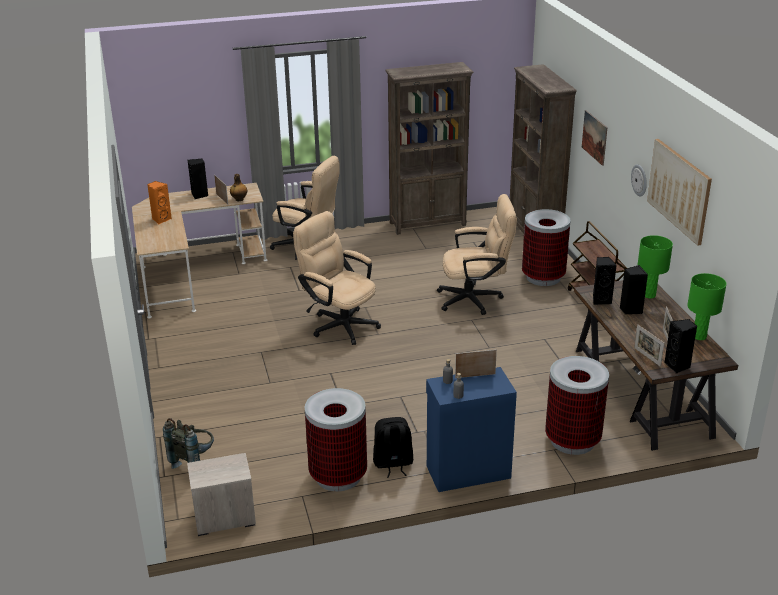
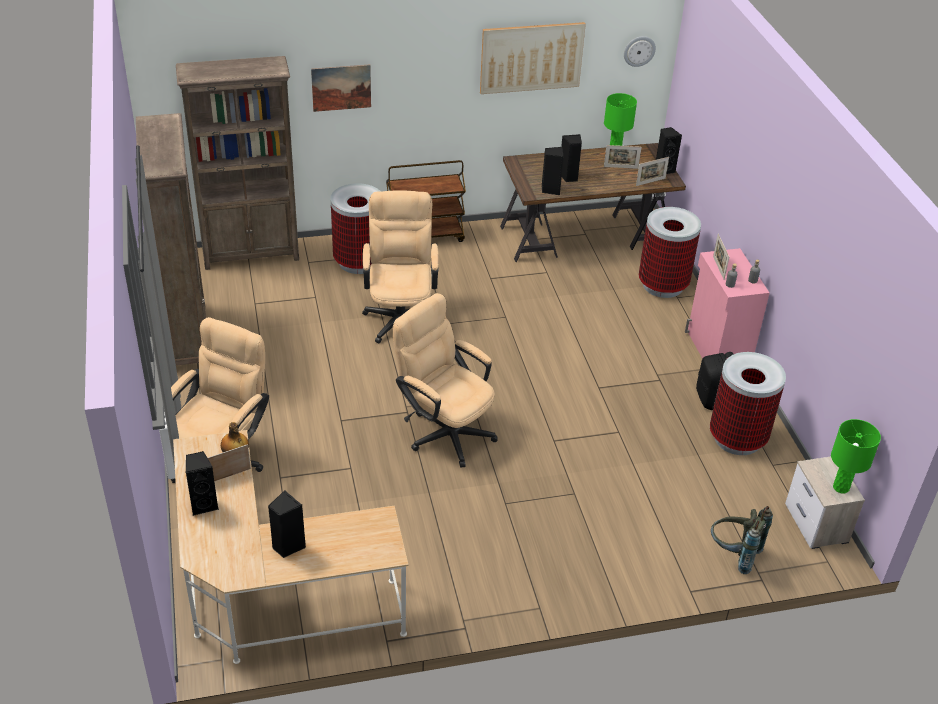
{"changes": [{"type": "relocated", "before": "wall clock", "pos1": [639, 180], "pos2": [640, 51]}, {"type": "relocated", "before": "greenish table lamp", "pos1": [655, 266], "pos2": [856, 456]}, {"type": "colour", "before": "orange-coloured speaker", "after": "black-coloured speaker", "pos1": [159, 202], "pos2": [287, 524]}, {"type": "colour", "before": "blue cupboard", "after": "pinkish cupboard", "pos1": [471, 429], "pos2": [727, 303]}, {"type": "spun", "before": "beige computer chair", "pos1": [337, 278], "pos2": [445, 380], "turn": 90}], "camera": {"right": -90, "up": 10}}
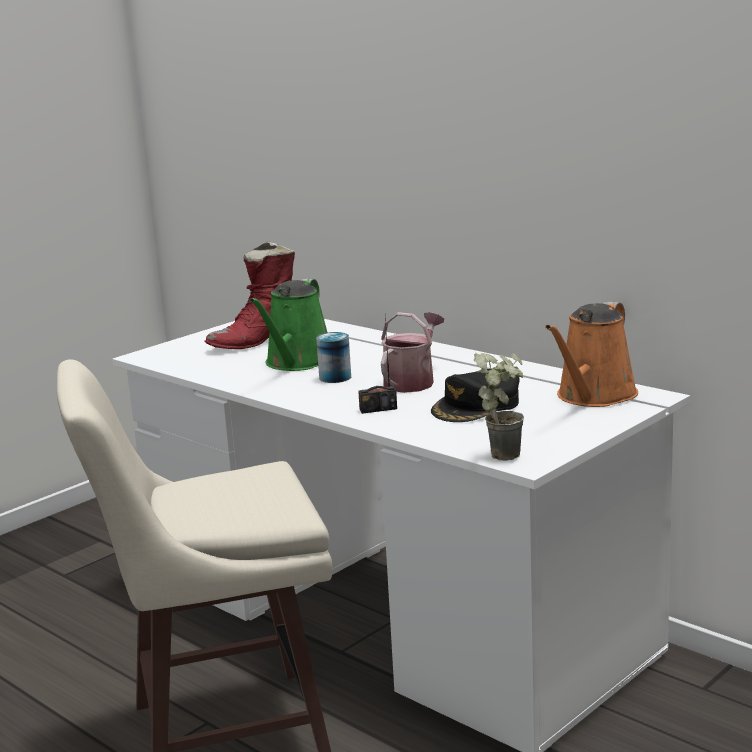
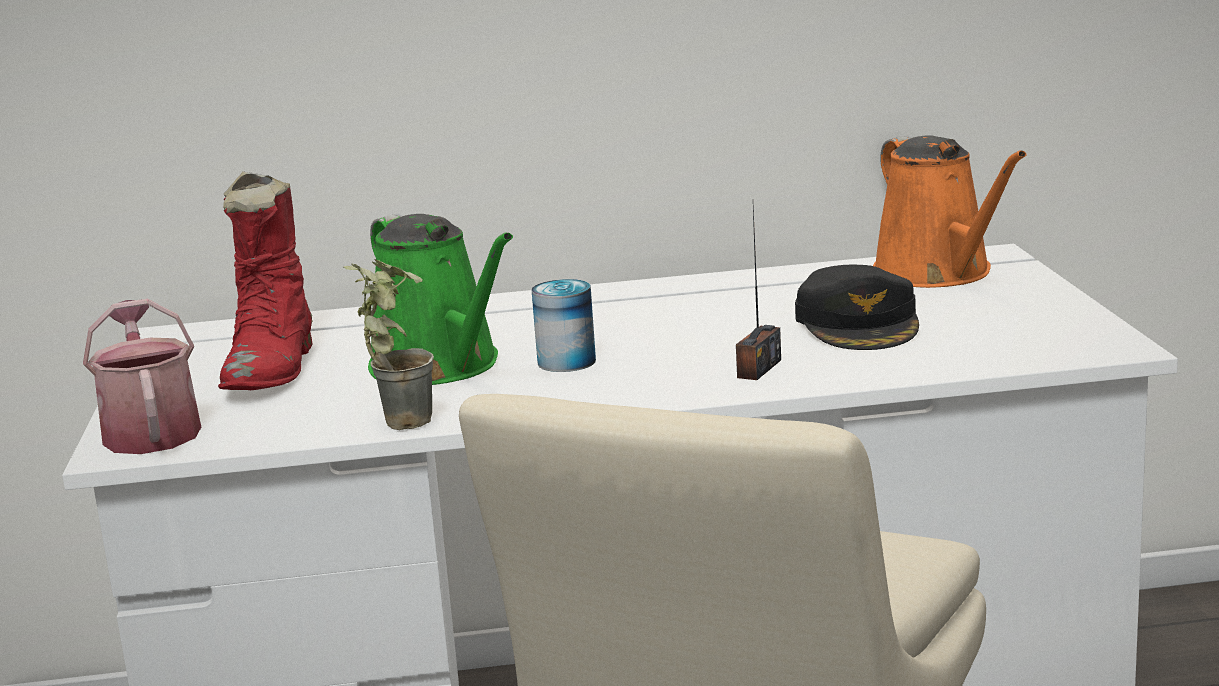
{"changes": [{"type": "relocated", "before": "watering can", "pos1": [412, 352], "pos2": [142, 376]}, {"type": "relocated", "before": "potted plant", "pos1": [499, 406], "pos2": [388, 344]}], "camera": {"right": -50, "up": 0}}
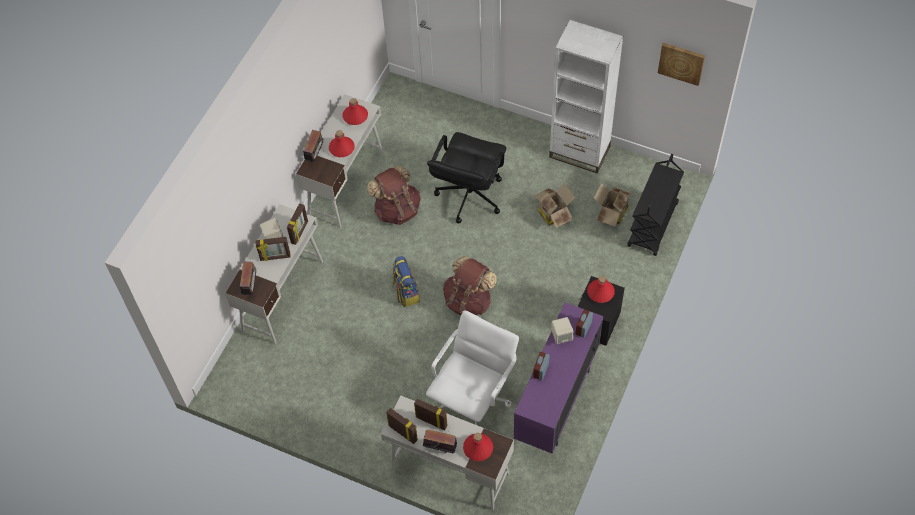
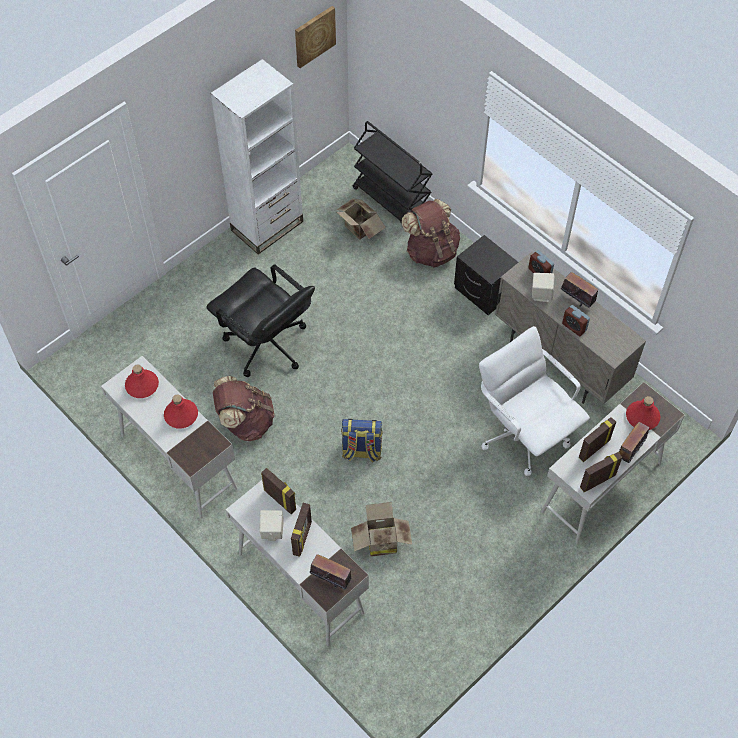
{"changes": [{"type": "missing", "before": "red-coloured bottle", "pos1": [601, 289]}, {"type": "relocated", "before": "radio receiver", "pos1": [313, 146], "pos2": [579, 290]}, {"type": "relocated", "before": "brown-coloured rucksack", "pos1": [470, 286], "pos2": [430, 233]}, {"type": "relocated", "before": "cardboard box", "pos1": [554, 206], "pos2": [381, 529]}, {"type": "colour", "before": "purple-coloured cupboard", "after": "beige cupboard", "pos1": [558, 377], "pos2": [570, 327]}], "camera": {"right": -70, "up": 0}}
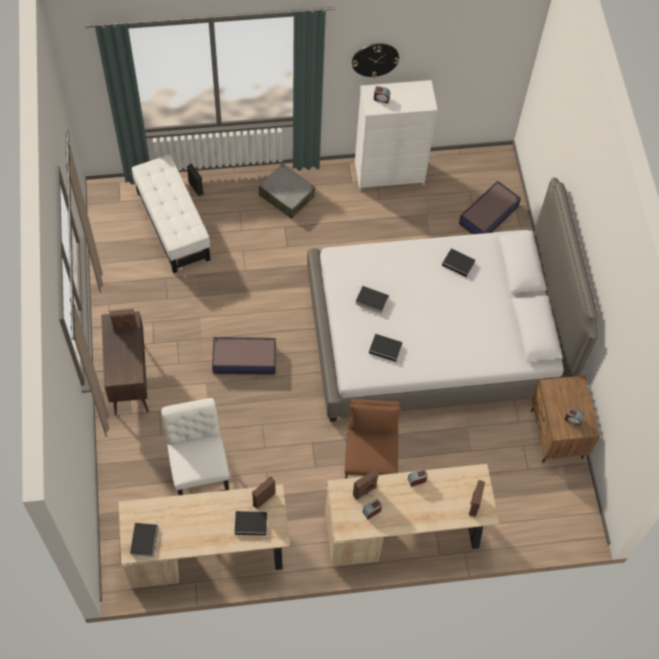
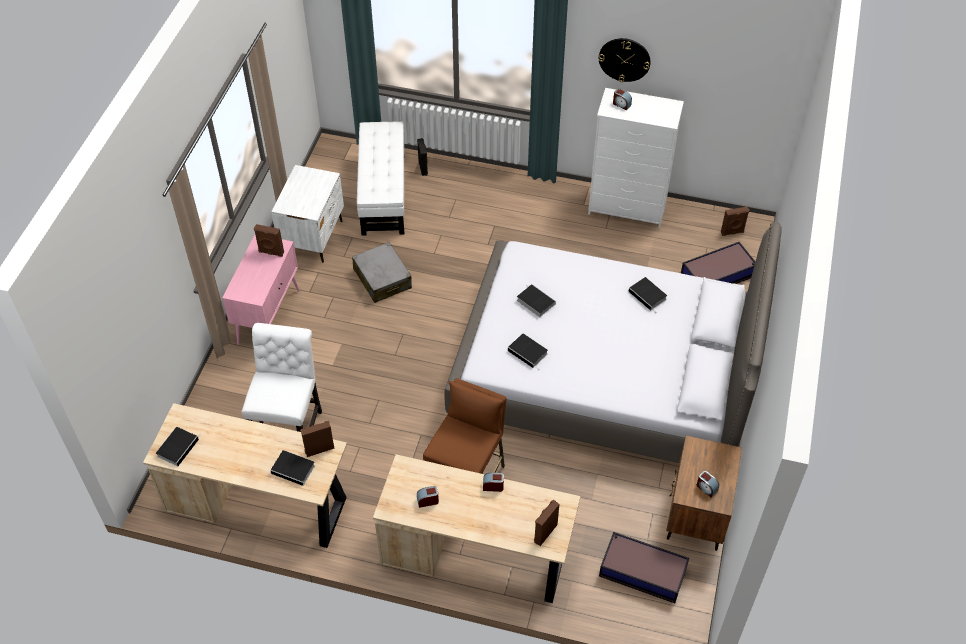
{"changes": [{"type": "appeared", "after": "white bedside table", "pos2": [307, 214]}, {"type": "relocated", "before": "storage box", "pos1": [244, 356], "pos2": [644, 567]}, {"type": "relocated", "before": "grey piece of luggage", "pos1": [287, 191], "pos2": [382, 272]}, {"type": "relocated", "before": "brown-coloured speaker", "pos1": [366, 485], "pos2": [735, 221]}, {"type": "colour", "before": "brown-coloured cupboard", "after": "pinkish cupboard", "pos1": [125, 363], "pos2": [261, 290]}], "camera": {"right": 25, "up": -10}}
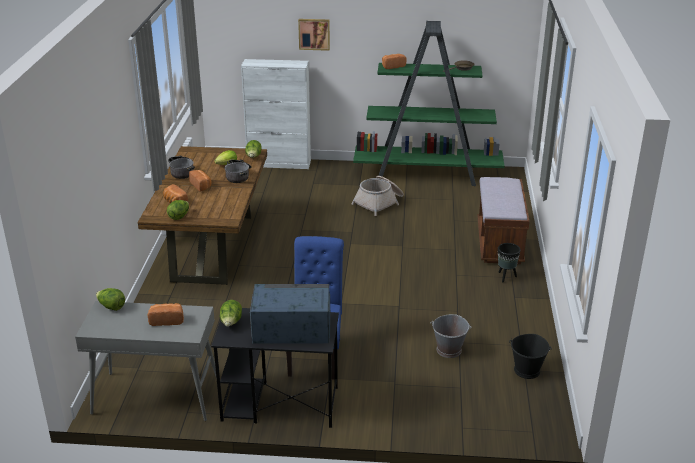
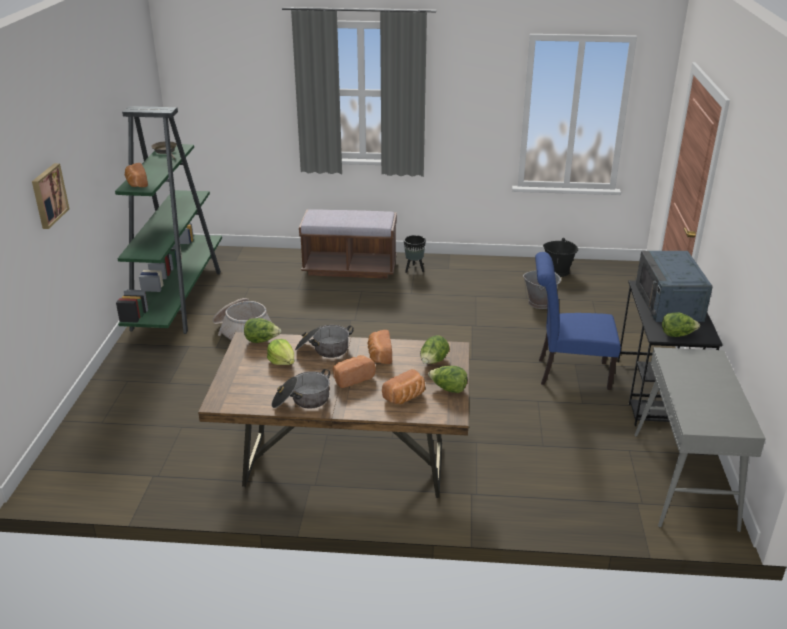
{"changes": [{"type": "missing", "before": "white cupboard", "pos1": [276, 114]}, {"type": "relocated", "before": "head of lettuce", "pos1": [110, 299], "pos2": [434, 349]}, {"type": "relocated", "before": "bakery bread", "pos1": [166, 314], "pos2": [379, 347]}], "camera": {"right": -90, "up": 0}}
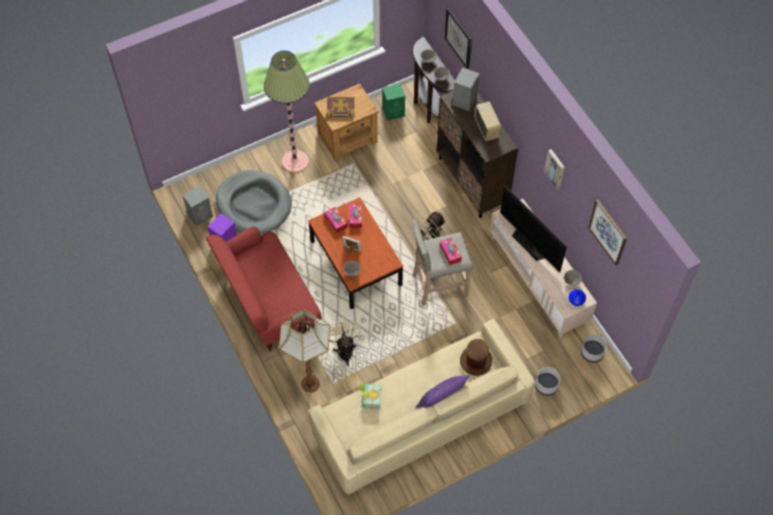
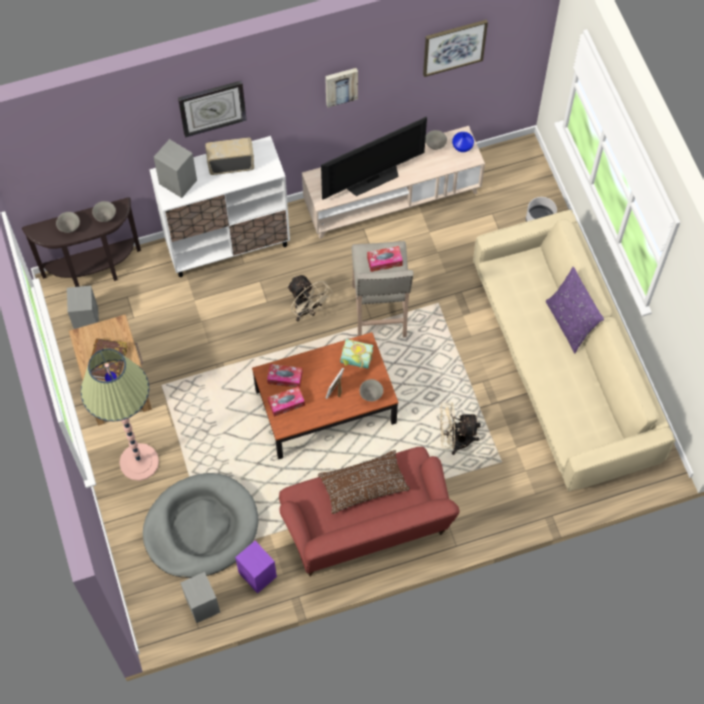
{"changes": [{"type": "missing", "before": "standing lamp", "pos1": [304, 351]}, {"type": "missing", "before": "brown-coloured hat", "pos1": [476, 357]}, {"type": "missing", "before": "grey planter", "pos1": [594, 349]}, {"type": "appeared", "after": "brown-coloured cushion", "pos2": [364, 482]}, {"type": "relocated", "before": "bound book", "pos1": [369, 396], "pos2": [356, 354]}, {"type": "relocated", "before": "wall clock", "pos1": [458, 38], "pos2": [212, 109]}, {"type": "colour", "before": "greenish speaker", "after": "grey speaker", "pos1": [393, 102], "pos2": [83, 307]}, {"type": "colour", "before": "brown-coloured cupboard", "after": "white cupboard", "pos1": [477, 154], "pos2": [219, 206]}], "camera": {"right": -80, "up": 5}}
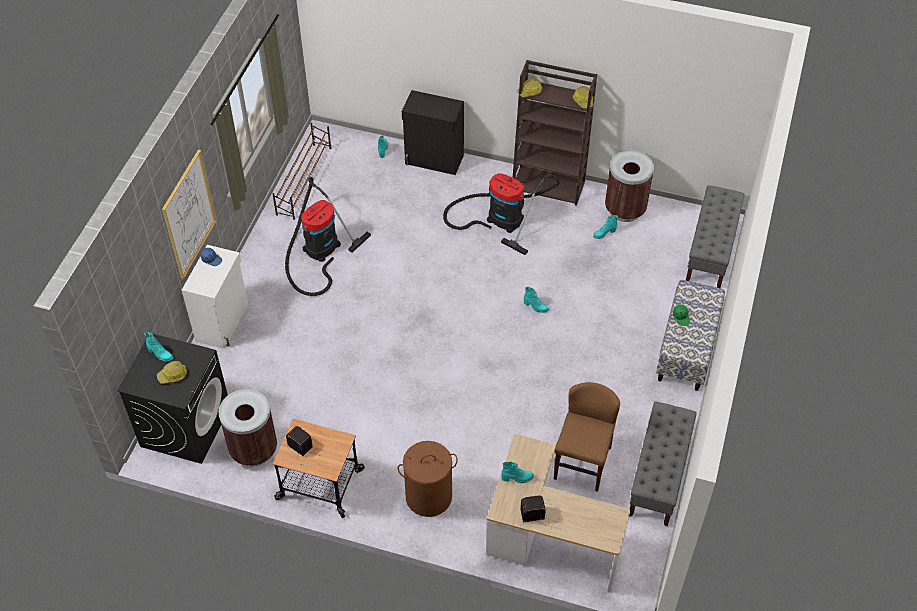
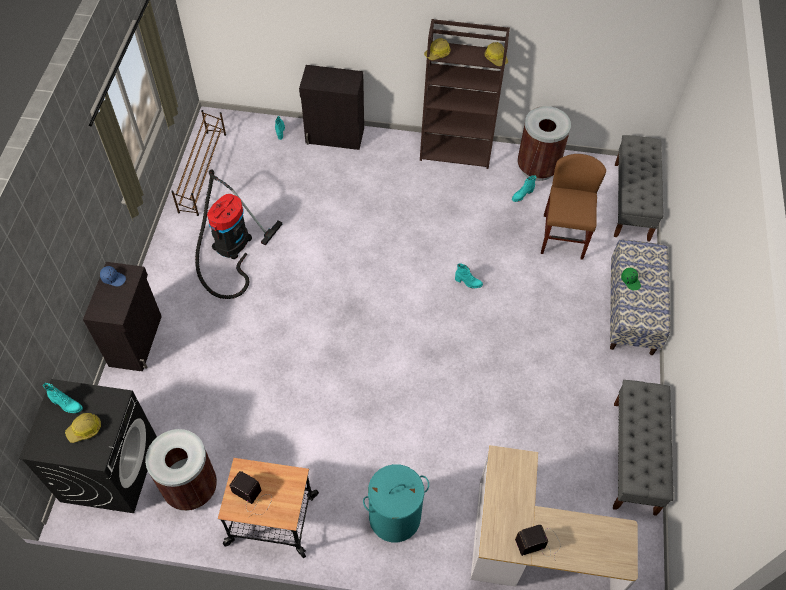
{"changes": [{"type": "missing", "before": "wall art", "pos1": [189, 214]}, {"type": "missing", "before": "vacuum", "pos1": [501, 214]}, {"type": "missing", "before": "turquoise-coloured high-top boot", "pos1": [517, 472]}, {"type": "relocated", "before": "brown-coloured upright chair", "pos1": [587, 437], "pos2": [573, 207]}, {"type": "colour", "before": "white cupboard", "after": "black-coloured cupboard", "pos1": [215, 297], "pos2": [122, 316]}, {"type": "colour", "before": "brown-coloured hamper", "after": "turquoise-coloured hamper", "pos1": [428, 479], "pos2": [396, 503]}], "camera": {"right": -10, "up": 5}}
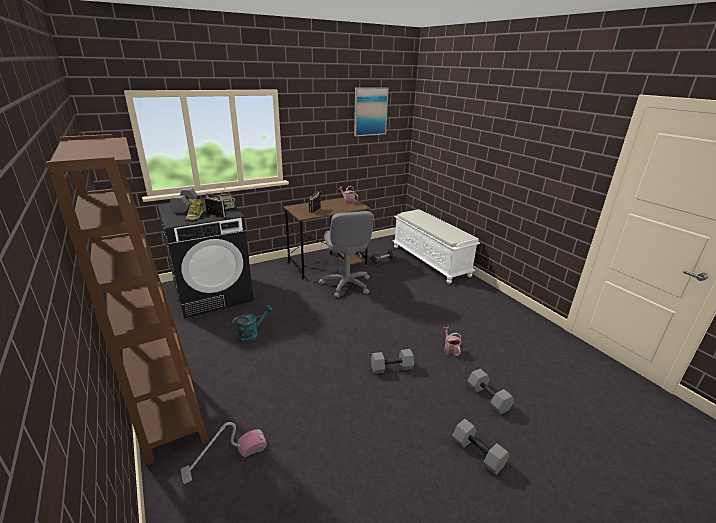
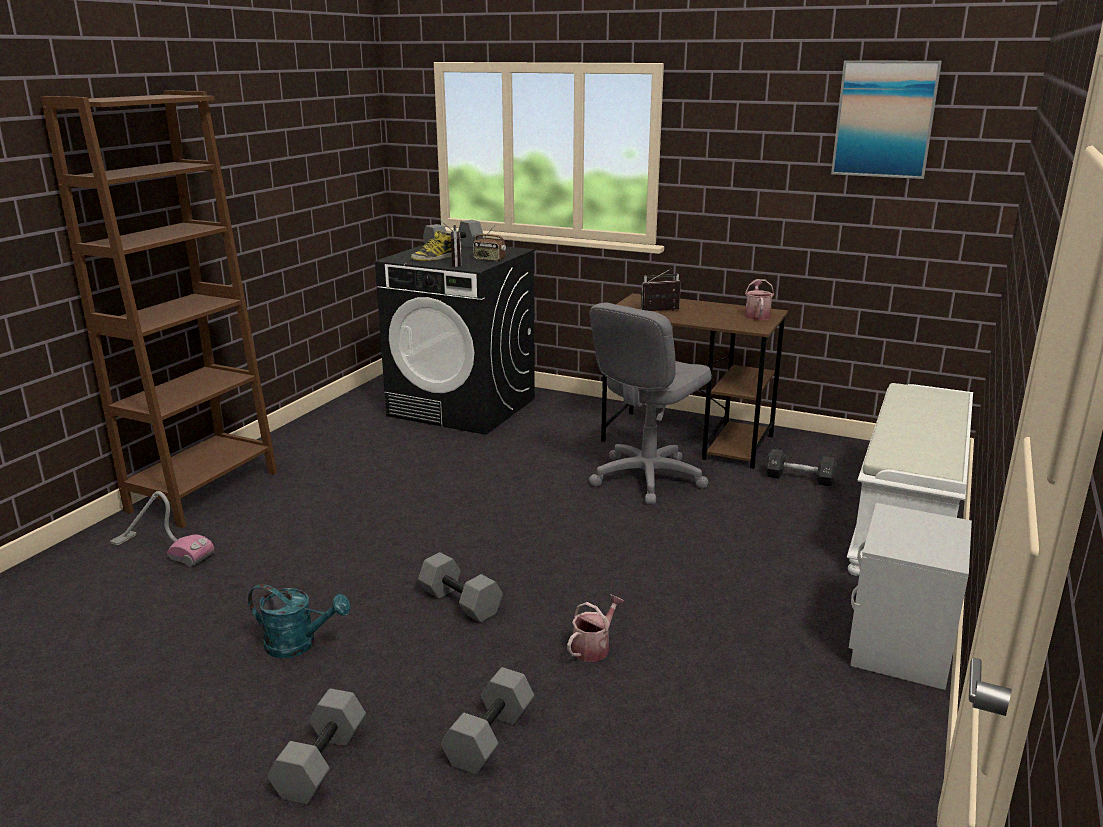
{"changes": [{"type": "appeared", "after": "grey bedside table", "pos2": [910, 596]}, {"type": "relocated", "before": "turquoise-coloured watering can", "pos1": [252, 323], "pos2": [299, 621]}], "camera": {"right": 55, "up": -5}}
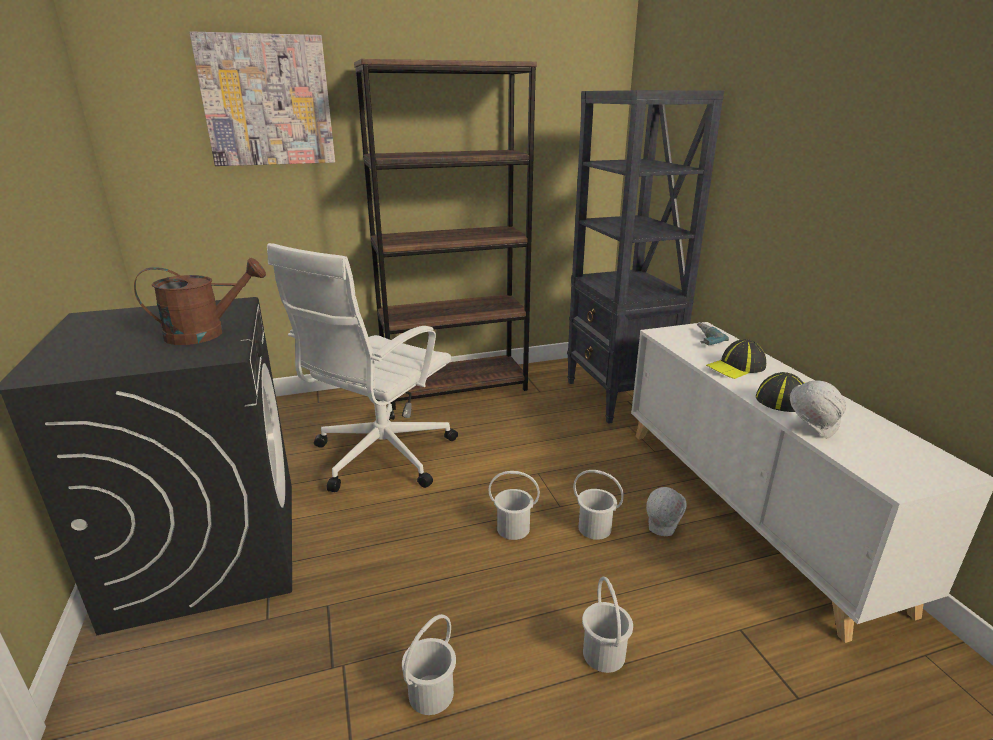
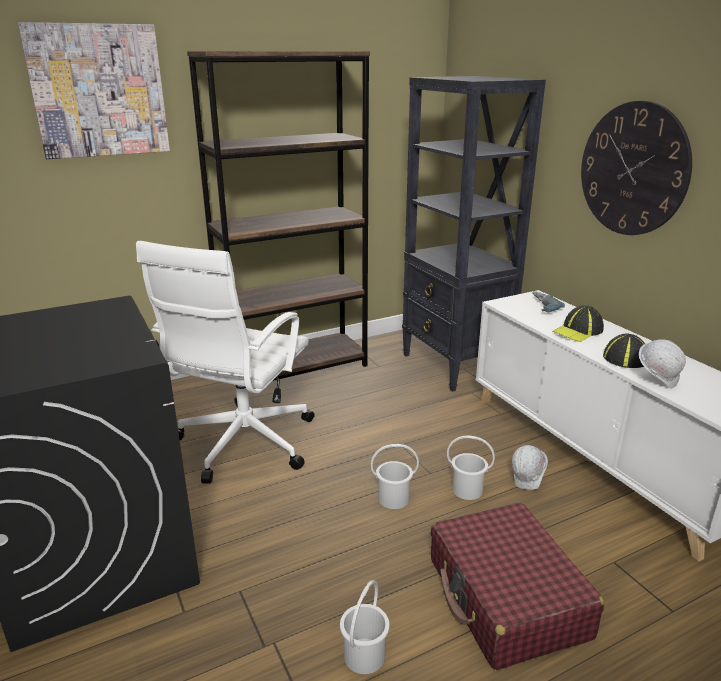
{"changes": [{"type": "missing", "before": "brown-coloured watering can", "pos1": [200, 301]}, {"type": "appeared", "after": "wall clock", "pos2": [636, 168]}, {"type": "exchanged", "before": "white pail", "after": "red-coloured piece of luggage", "pos1": [607, 625], "pos2": [517, 586]}], "camera": {"right": -10, "up": 0}}
